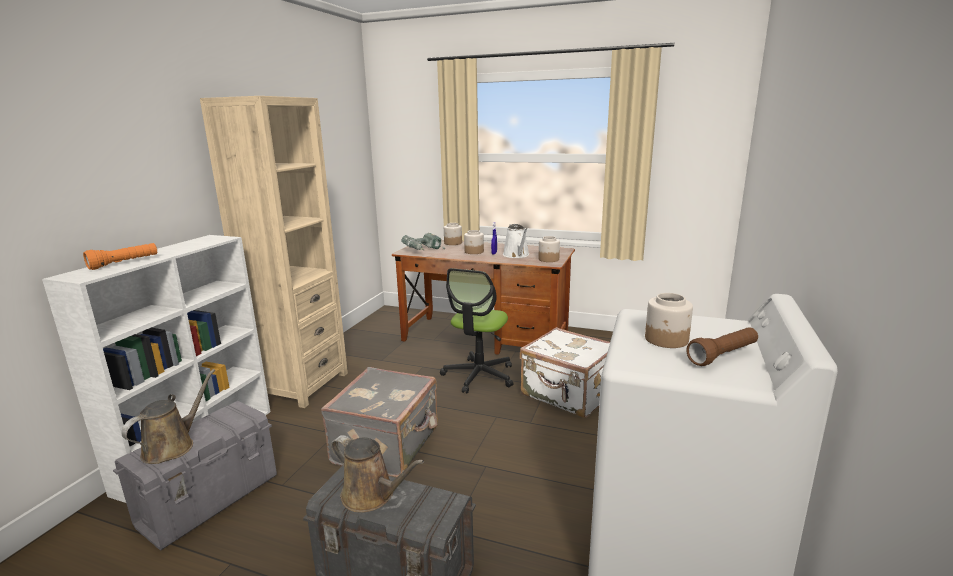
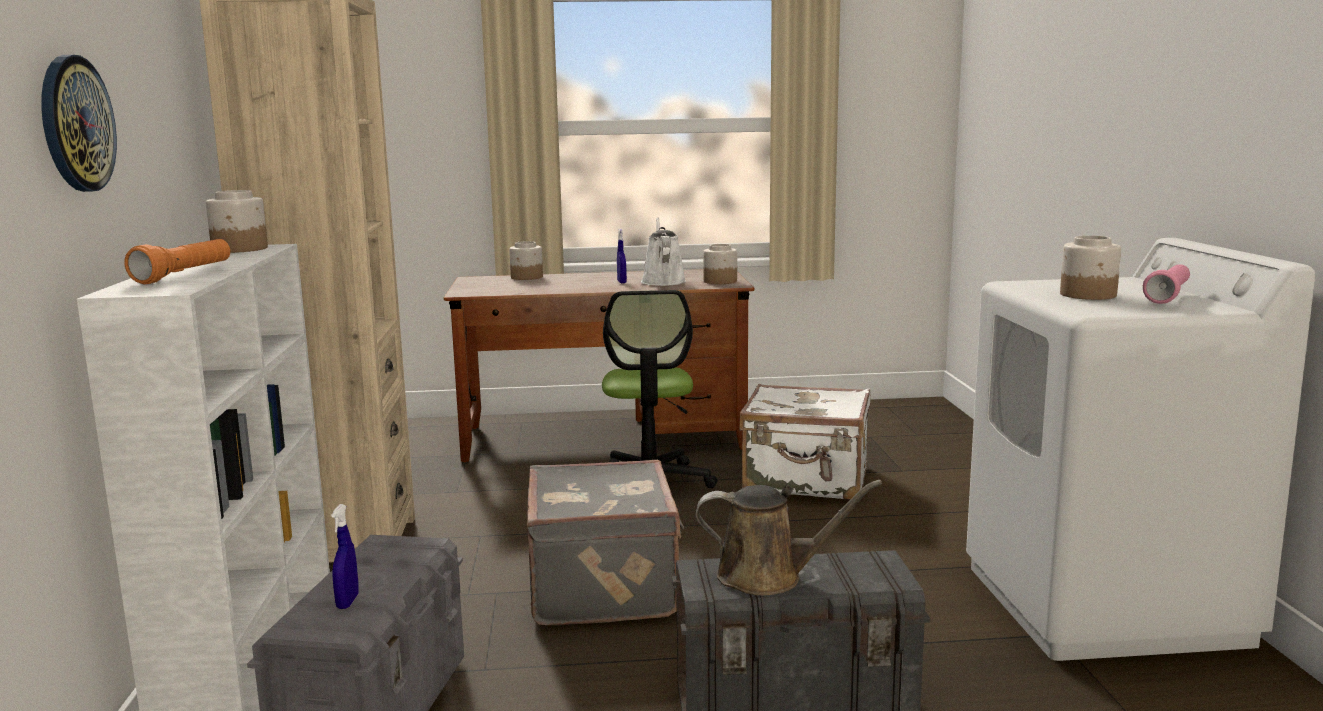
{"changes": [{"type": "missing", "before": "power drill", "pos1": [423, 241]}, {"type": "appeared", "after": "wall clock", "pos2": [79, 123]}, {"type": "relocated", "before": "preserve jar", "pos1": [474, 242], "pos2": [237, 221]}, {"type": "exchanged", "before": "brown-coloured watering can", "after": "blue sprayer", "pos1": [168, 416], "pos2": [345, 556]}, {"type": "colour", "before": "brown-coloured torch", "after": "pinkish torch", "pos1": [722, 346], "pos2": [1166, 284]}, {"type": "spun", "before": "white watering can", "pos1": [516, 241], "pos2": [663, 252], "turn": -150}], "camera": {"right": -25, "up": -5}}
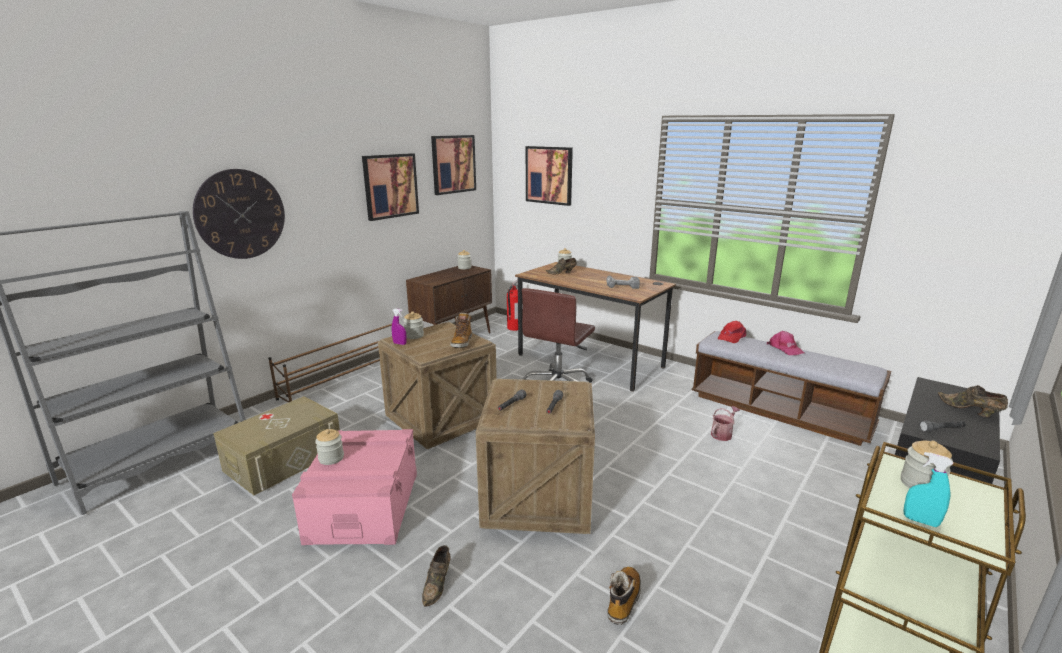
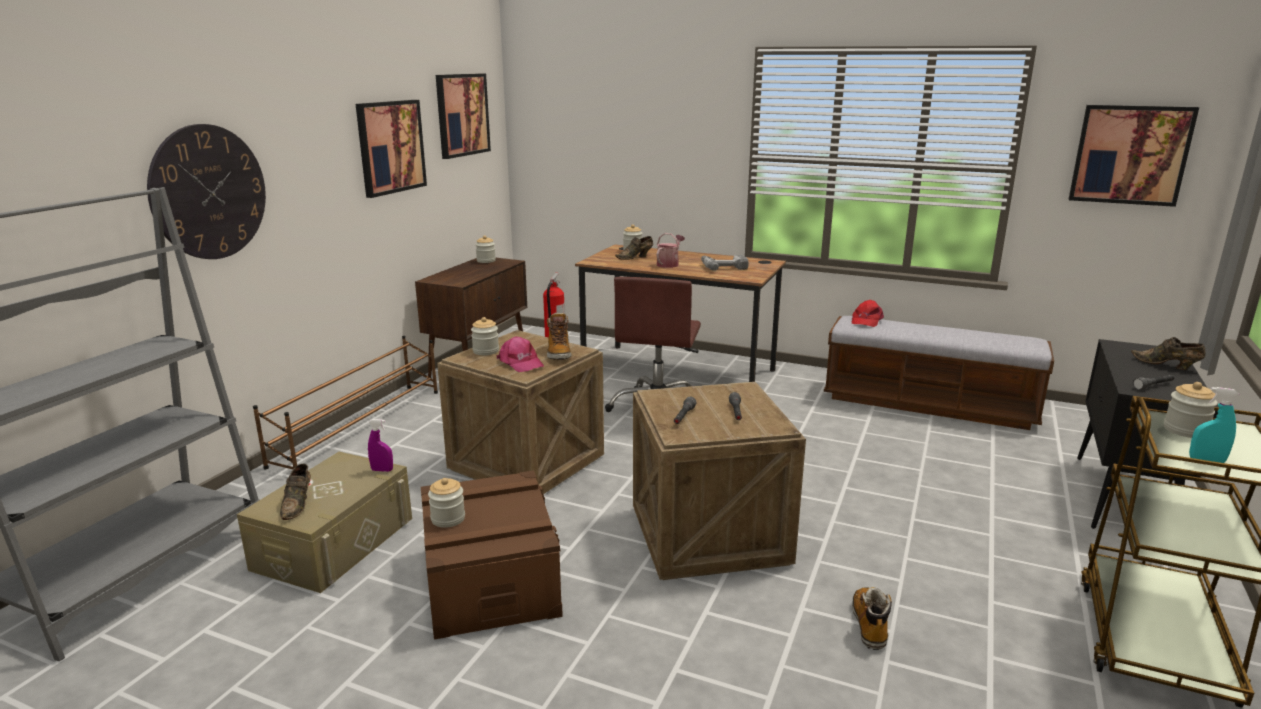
{"changes": [{"type": "relocated", "before": "purple-coloured sprayer", "pos1": [399, 326], "pos2": [380, 445]}, {"type": "relocated", "before": "brown-coloured item of footwear", "pos1": [436, 576], "pos2": [295, 492]}, {"type": "relocated", "before": "wall art", "pos1": [549, 176], "pos2": [1134, 156]}, {"type": "relocated", "before": "watering can", "pos1": [725, 423], "pos2": [671, 250]}, {"type": "relocated", "before": "pinkish cap", "pos1": [785, 343], "pos2": [520, 354]}, {"type": "colour", "before": "pinkish storage box", "after": "brown-coloured storage box", "pos1": [354, 487], "pos2": [492, 555]}], "camera": {"right": -15, "up": 0}}
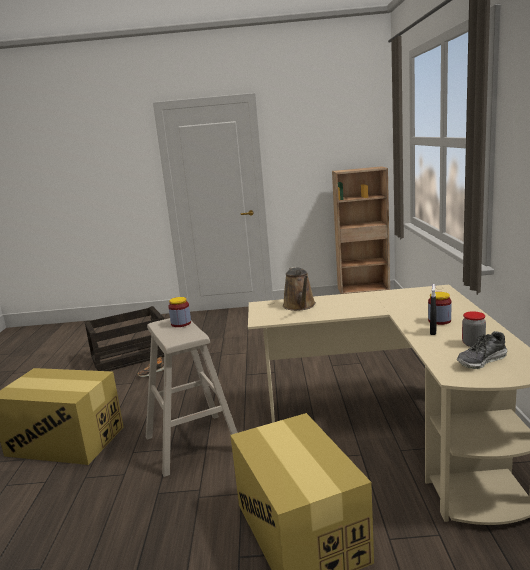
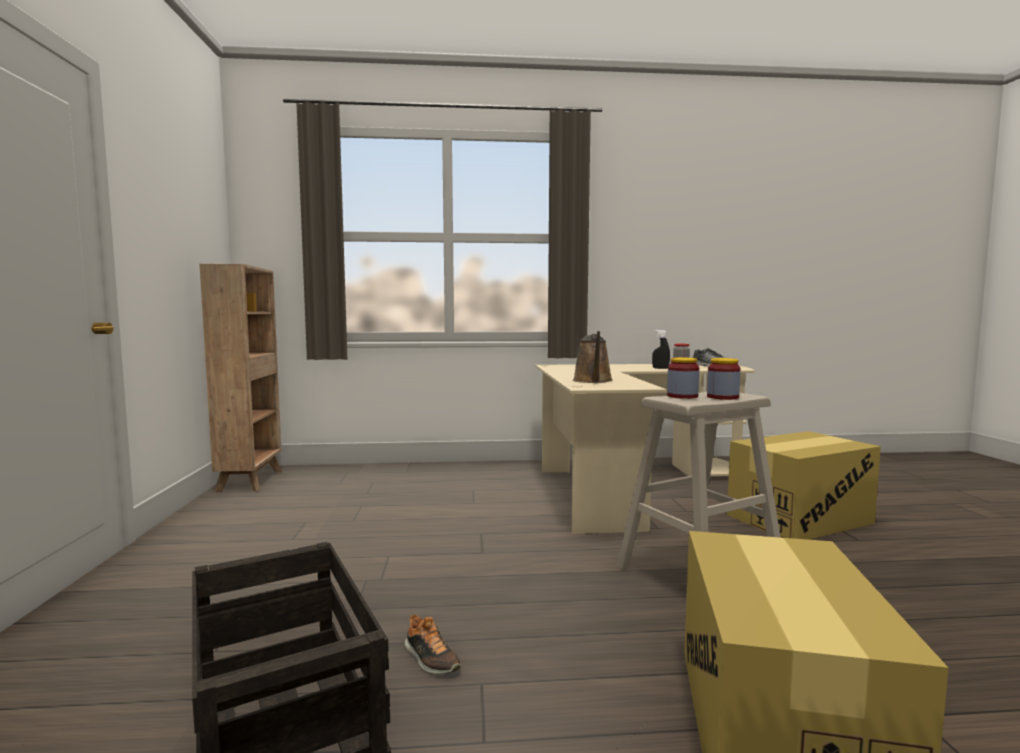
{"changes": [{"type": "relocated", "before": "preserve jar", "pos1": [440, 308], "pos2": [724, 379]}, {"type": "spun", "before": "brown-coloured watering can", "pos1": [299, 289], "pos2": [593, 357], "turn": 105}], "camera": {"right": -95, "up": -10}}
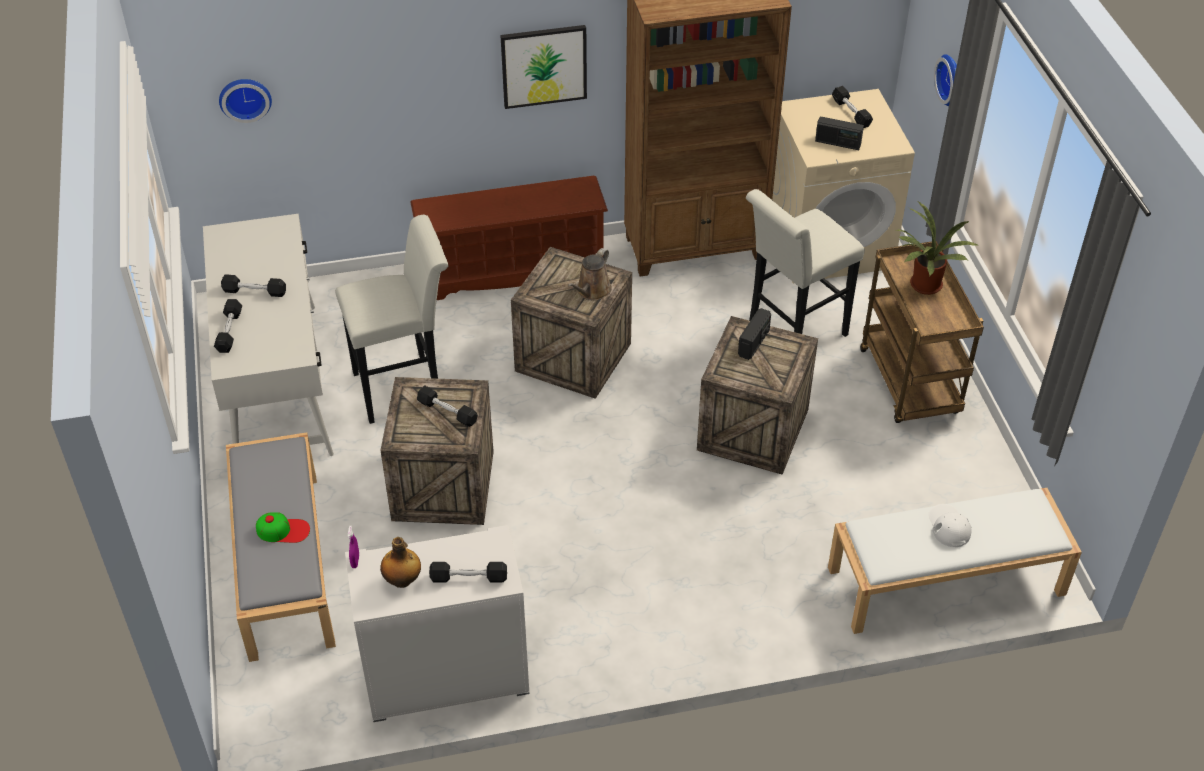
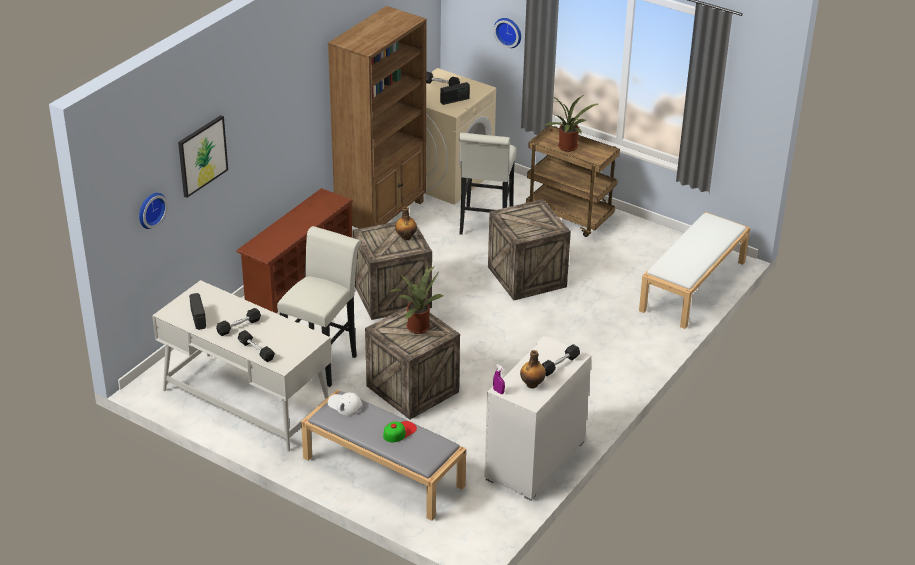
{"changes": [{"type": "relocated", "before": "wall art", "pos1": [543, 67], "pos2": [203, 156]}, {"type": "relocated", "before": "radio receiver", "pos1": [754, 334], "pos2": [197, 311]}, {"type": "relocated", "before": "white cap", "pos1": [949, 525], "pos2": [345, 404]}, {"type": "exchanged", "before": "black-coloured free weight", "after": "potted plant", "pos1": [447, 406], "pos2": [417, 300]}, {"type": "exchanged", "before": "brown-coloured watering can", "after": "bottle", "pos1": [590, 274], "pos2": [406, 223]}], "camera": {"right": -45, "up": -10}}
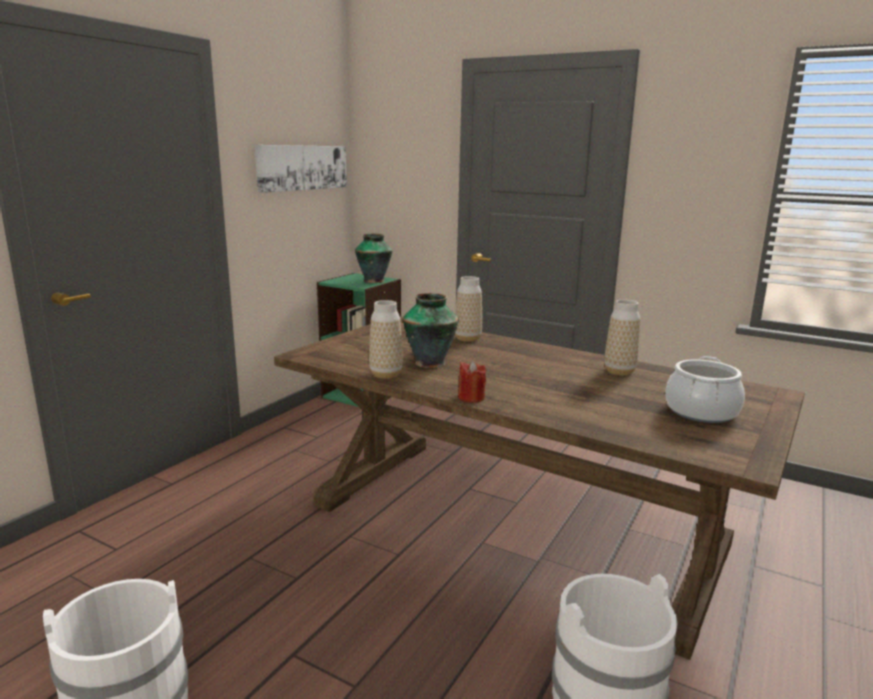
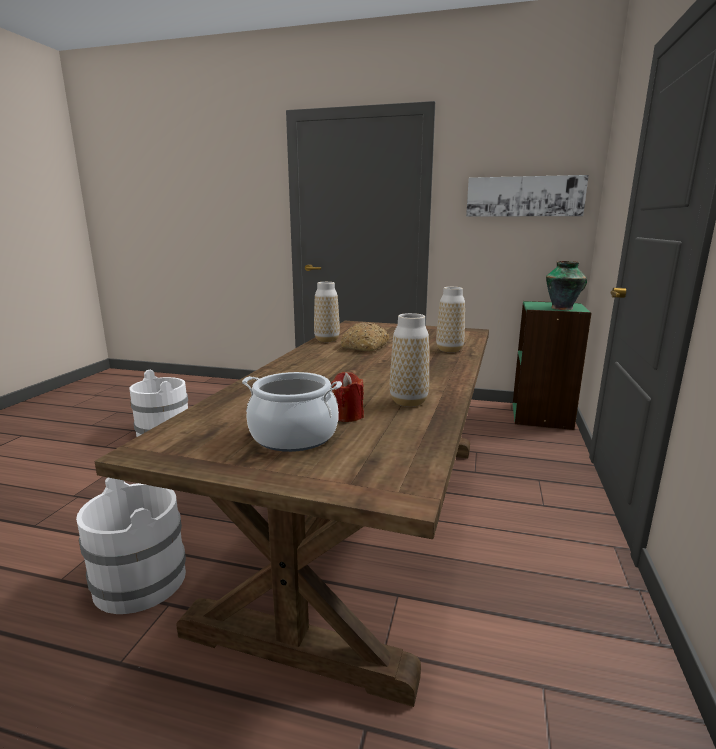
{"changes": [{"type": "relocated", "before": "red-coloured wax light", "pos1": [472, 382], "pos2": [347, 397]}, {"type": "exchanged", "before": "decorative vase", "after": "bakery bread", "pos1": [431, 330], "pos2": [365, 337]}], "camera": {"right": 75, "up": 0}}
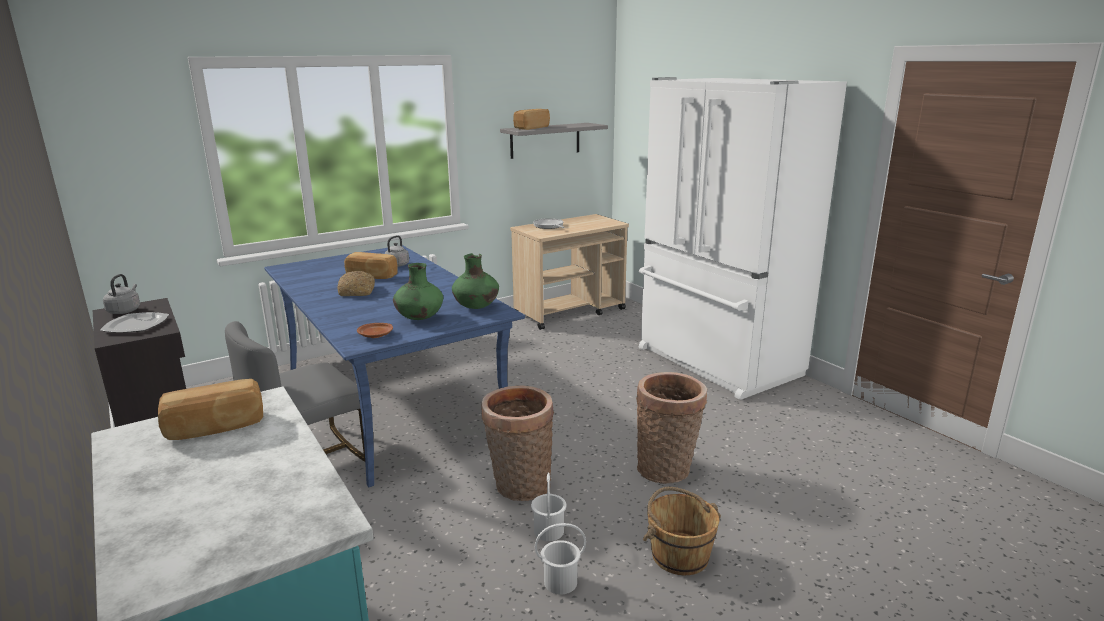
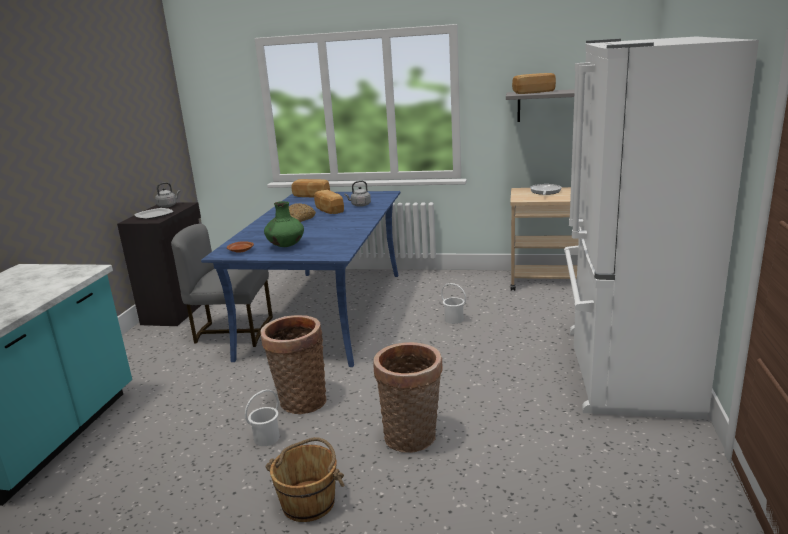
{"changes": [{"type": "missing", "before": "greenish decorative vase", "pos1": [475, 281]}, {"type": "relocated", "before": "bakery bread", "pos1": [210, 409], "pos2": [311, 188]}, {"type": "relocated", "before": "white pail", "pos1": [560, 559], "pos2": [453, 303]}], "camera": {"right": 45, "up": 0}}
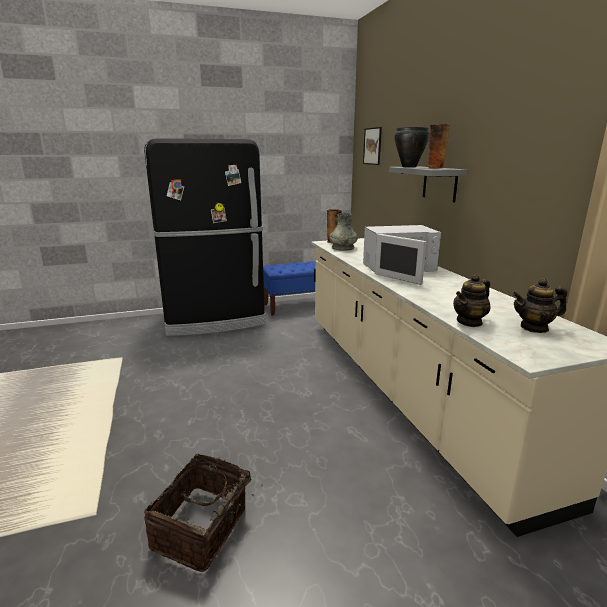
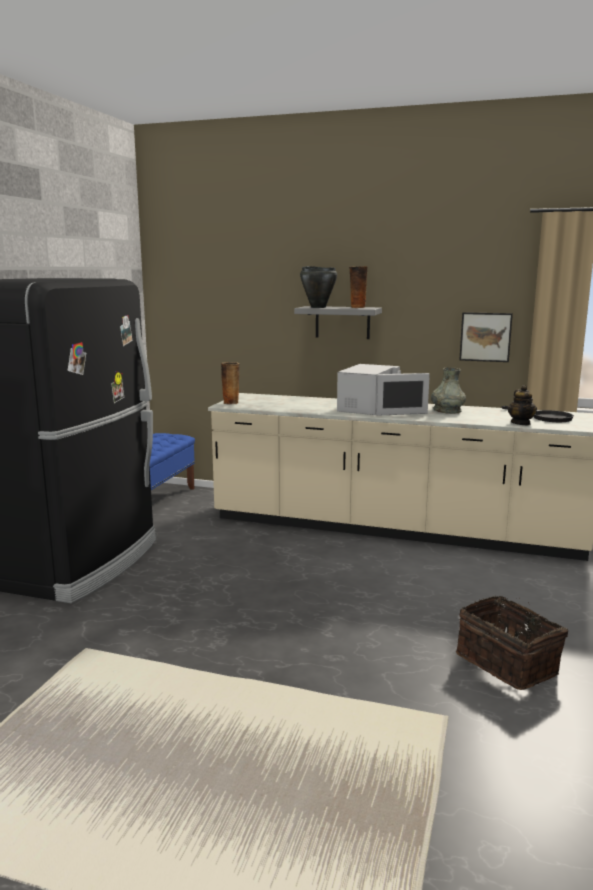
{"changes": [{"type": "relocated", "before": "grey decorative vase", "pos1": [344, 231], "pos2": [448, 390]}, {"type": "relocated", "before": "wall art", "pos1": [372, 146], "pos2": [486, 337]}, {"type": "exchanged", "before": "teapot", "after": "black-coloured skillet", "pos1": [540, 305], "pos2": [537, 414]}], "camera": {"right": -55, "up": -5}}
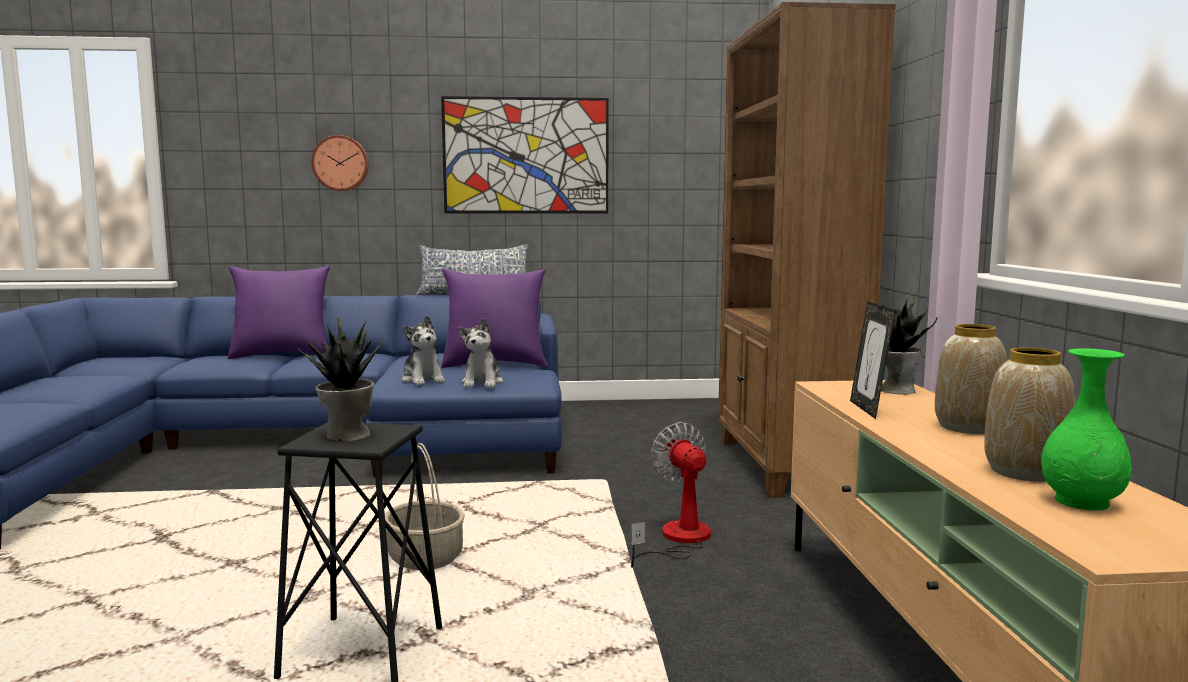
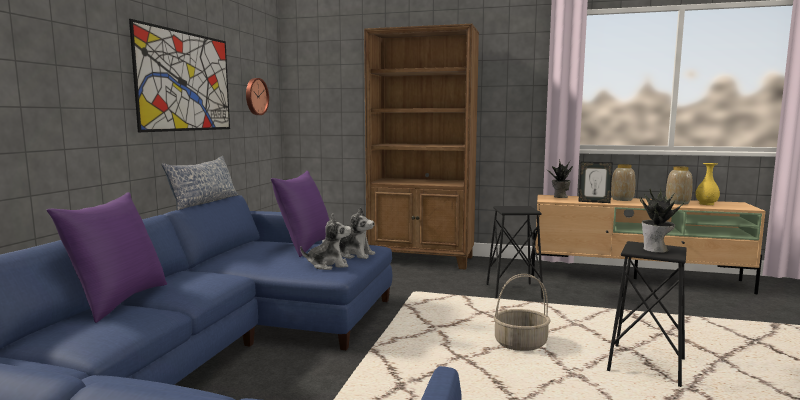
{"changes": [{"type": "relocated", "before": "wall clock", "pos1": [340, 163], "pos2": [257, 96]}, {"type": "exchanged", "before": "cooling fan", "after": "black-coloured stool seat", "pos1": [671, 495], "pos2": [515, 252]}, {"type": "colour", "before": "greenish decorative vase", "after": "yellow-coloured decorative vase", "pos1": [1086, 429], "pos2": [708, 184]}], "camera": {"right": -70, "up": 0}}
